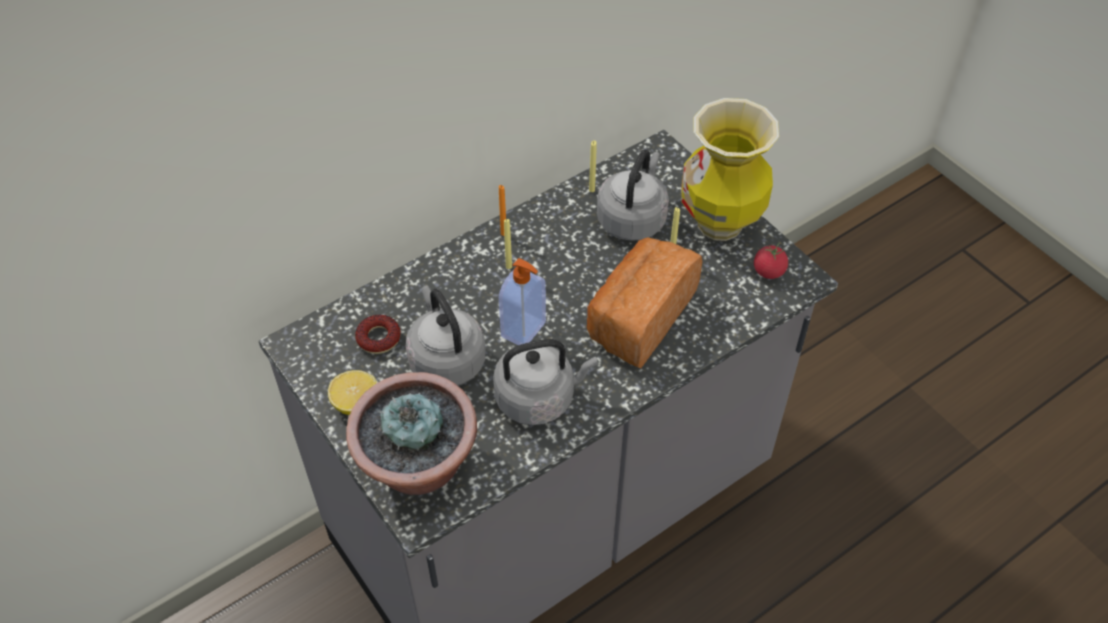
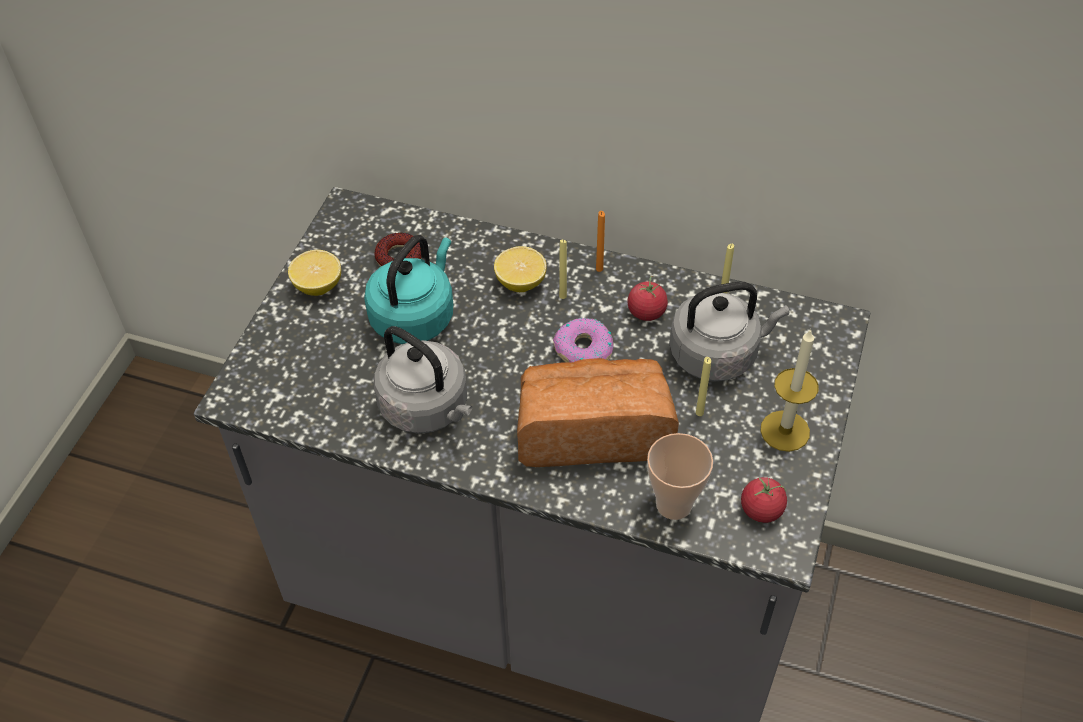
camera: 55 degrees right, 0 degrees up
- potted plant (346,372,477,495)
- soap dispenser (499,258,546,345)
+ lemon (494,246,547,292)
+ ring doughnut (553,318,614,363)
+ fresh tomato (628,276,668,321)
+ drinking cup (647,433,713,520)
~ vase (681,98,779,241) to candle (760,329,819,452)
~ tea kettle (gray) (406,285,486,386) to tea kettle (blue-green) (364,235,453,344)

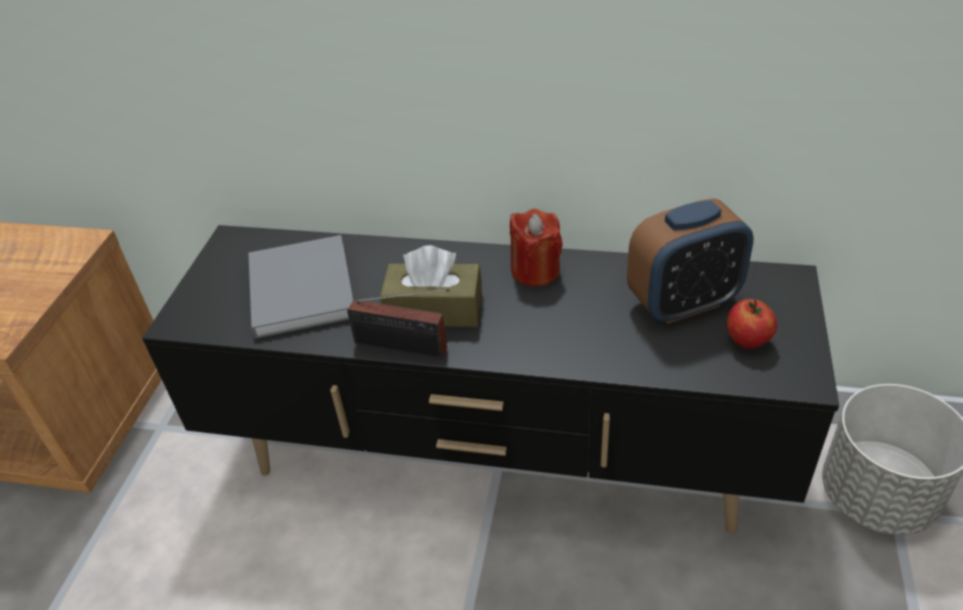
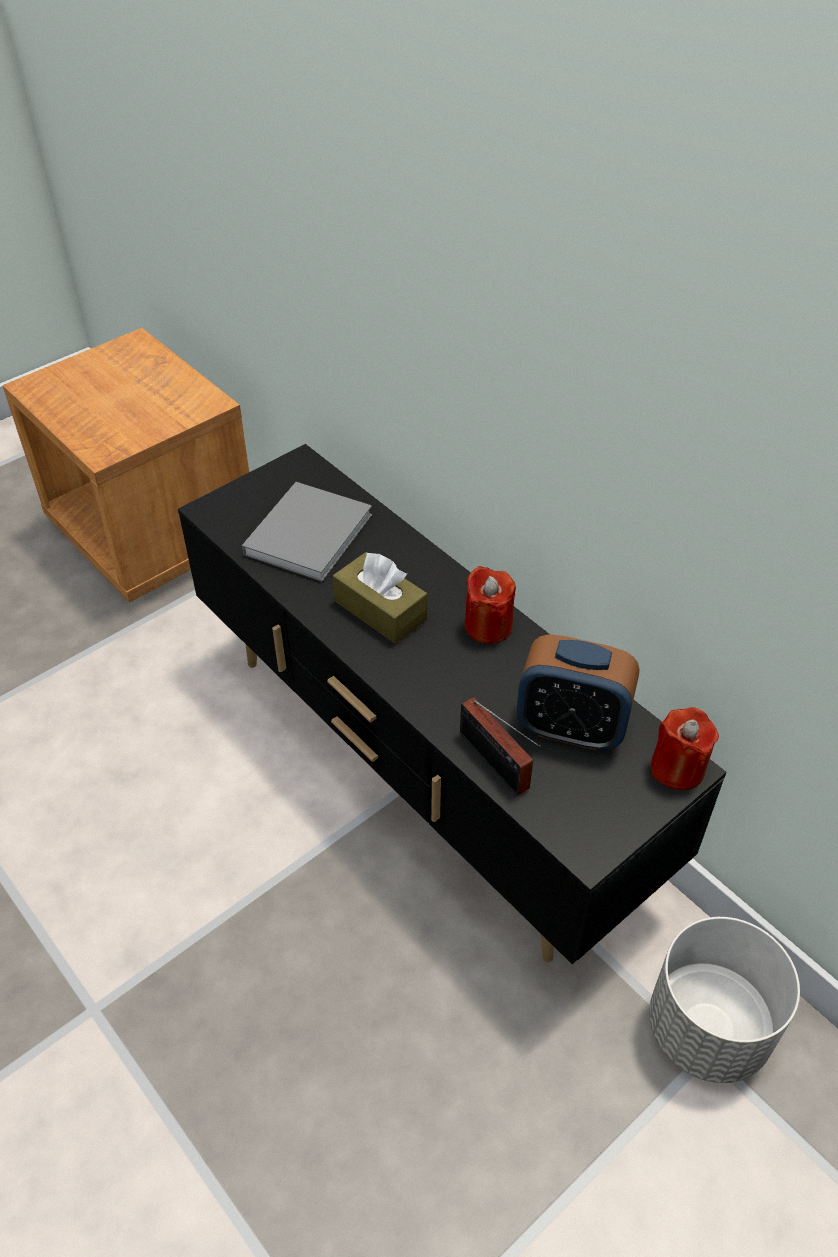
camera: 35 degrees right, 5 degrees up
- whole apple (727,299,777,349)
+ candle (reddish) (651,707,719,790)
~ radio (347,289,449,359) to (460,697,541,796)

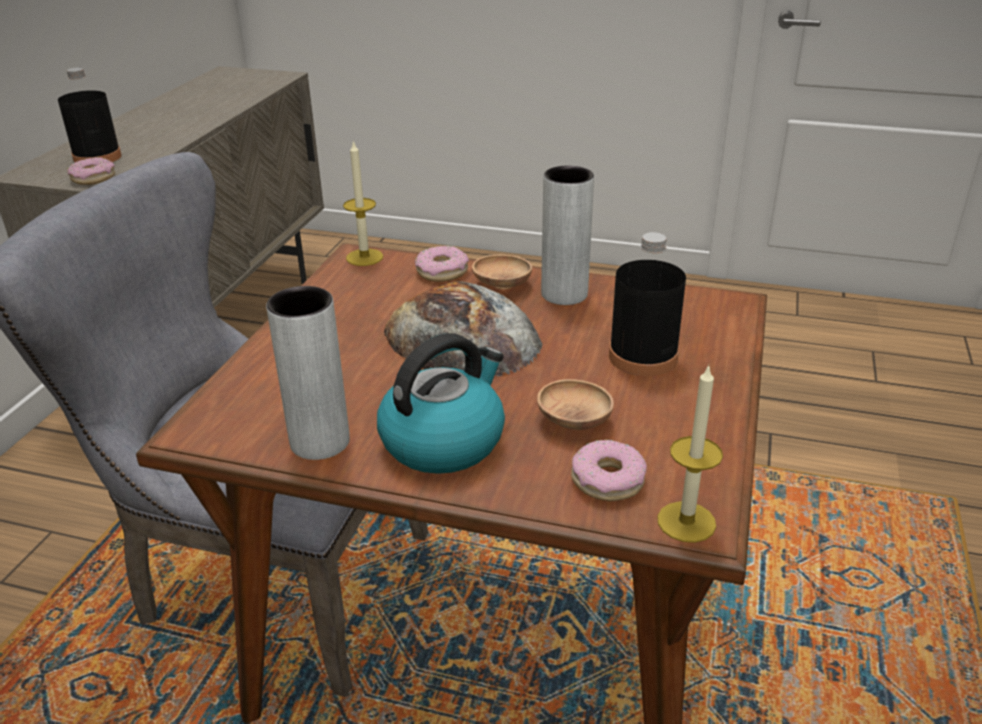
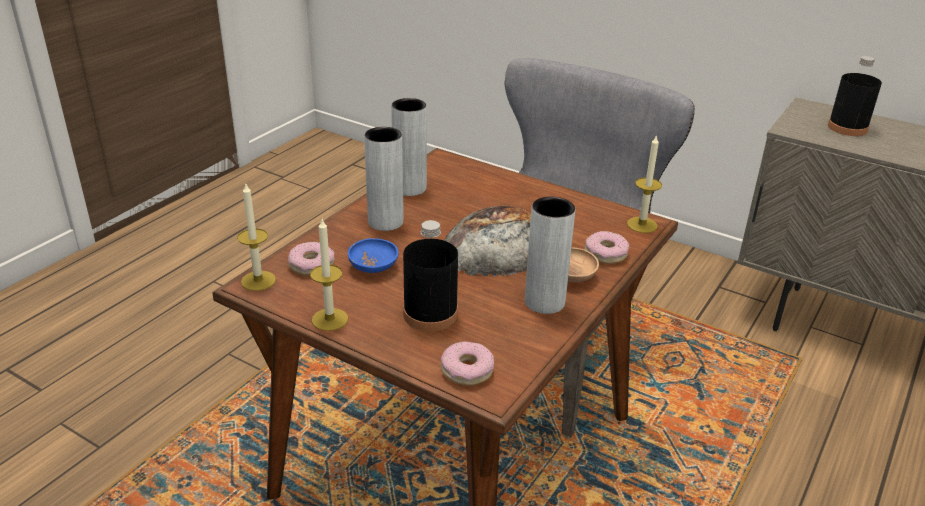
camera: 105 degrees right, 0 degrees up
+ candle (310,219,348,331)
~ ring doughnut (67,157,115,185) to (441,341,494,385)
~ tea kettle (377,333,505,474) to vase (gray) (364,127,404,231)
~ bowl (brown-coloured) (537,379,614,430) to bowl (blue) (348,238,399,273)

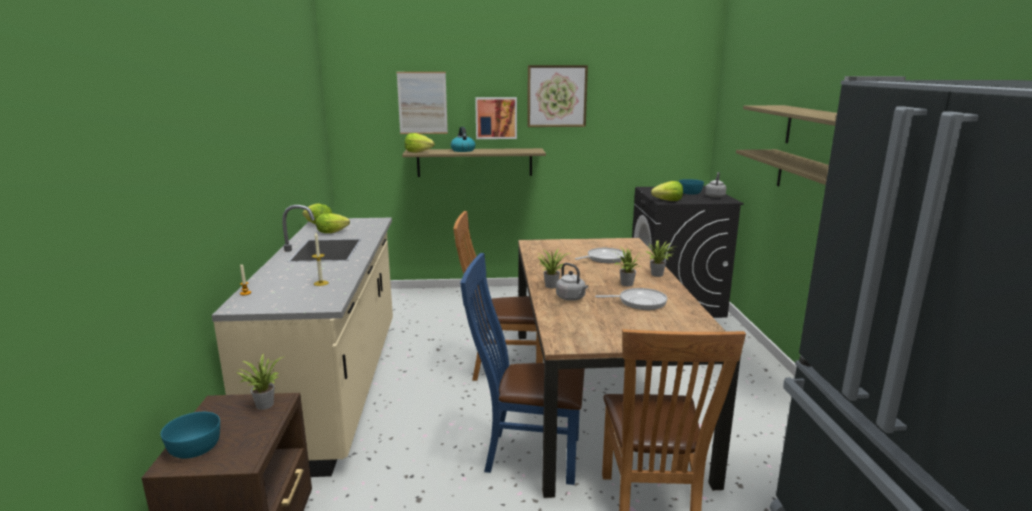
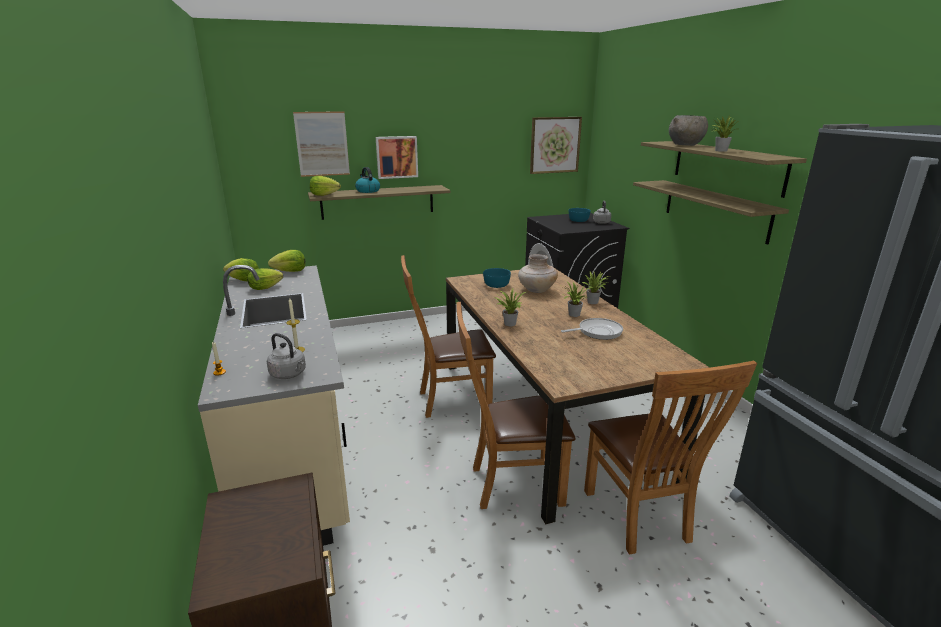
camera: 15 degrees left, 5 degrees up
+ bowl (gray) (669,115,708,146)
~ bowl (blue-green) (161,412,220,459) to (483,268,511,288)
~ potted plant (236,354,285,410) to (712,115,740,152)
~ wall picture (527,65,588,127) to (530,117,582,174)
~ tea kettle (gray) (556,263,588,301) to (267,333,306,379)
~ lettuce head (651,181,683,201) to (268,250,306,272)
~ skillet (575,248,626,263) to vase (beige-coloured) (518,254,558,293)
~ upright chair (blue) (460,253,585,485) to upright chair (brown-coloured) (457,302,576,509)

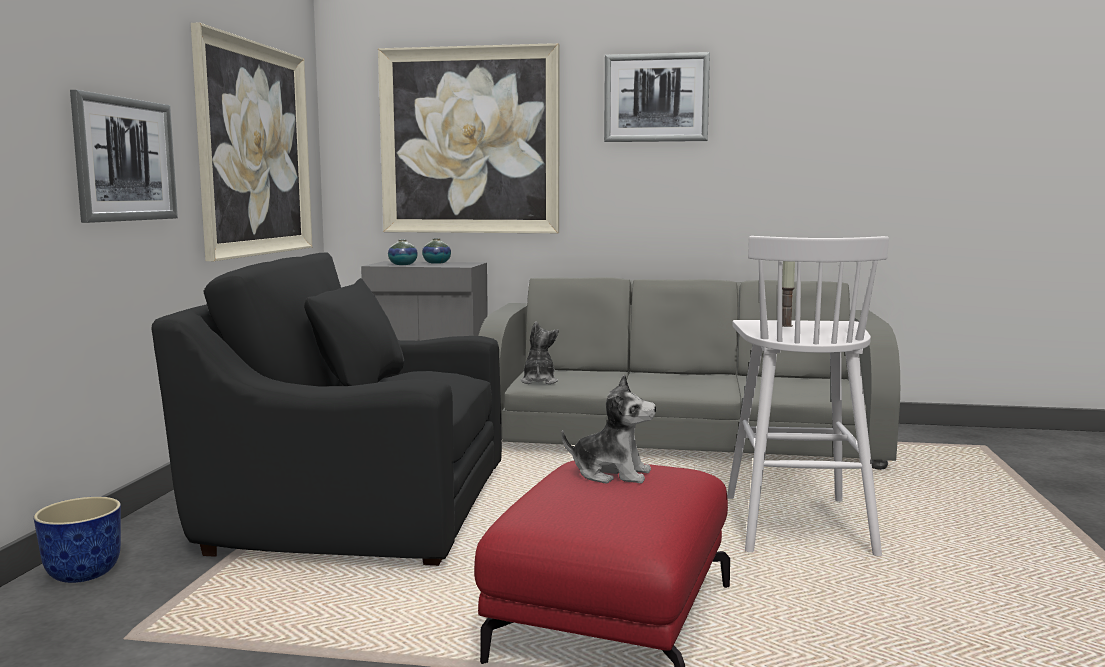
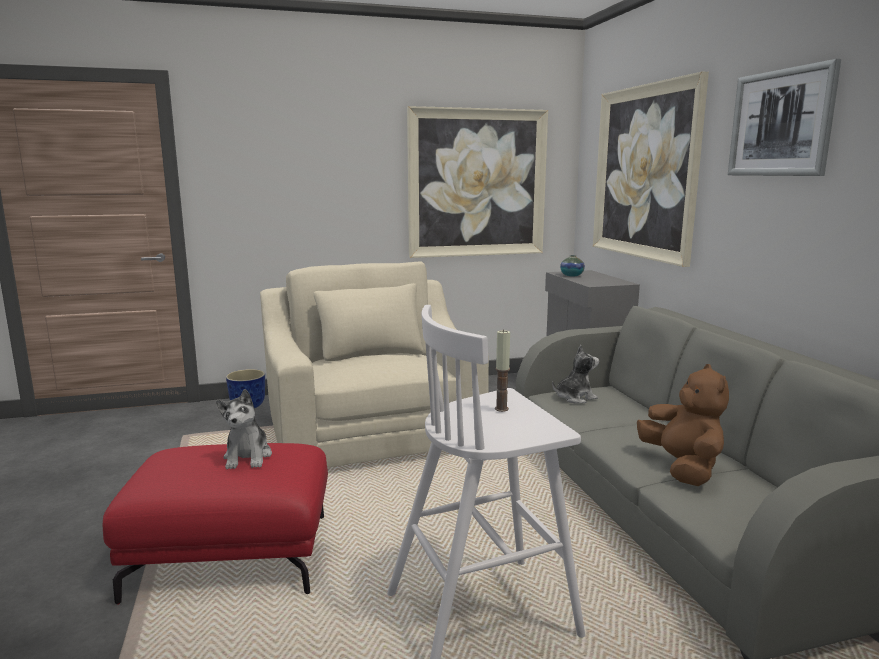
camera: 65 degrees right, 5 degrees up
- wall picture (70,90,178,223)
- vase (422,238,451,264)
+ plush toy (brown-coloured) (637,364,729,486)
~ easy chair (black-coloured) (151,252,502,566) to easy chair (beige-coloured) (260,261,489,468)

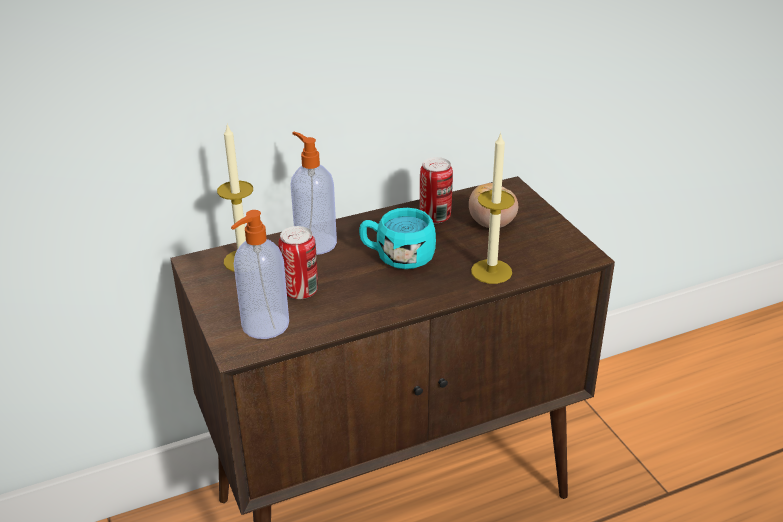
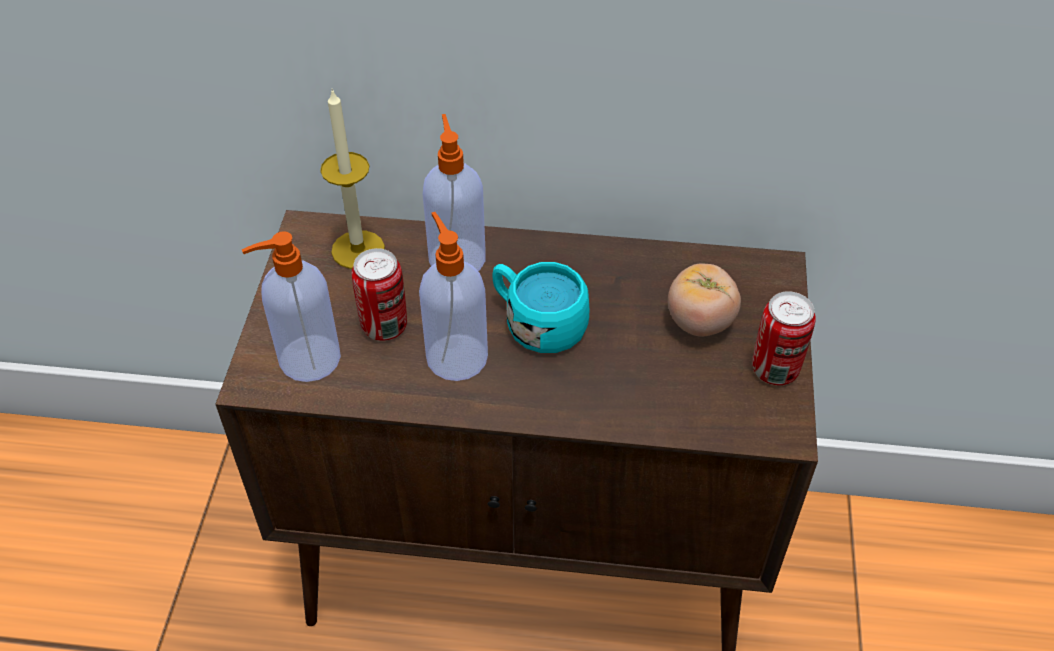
camera: 30 degrees right, 15 degrees up
- candle (471,132,515,284)
+ soap dispenser (419,212,488,381)
~ sealed can (420,157,453,223) to (752,291,816,385)

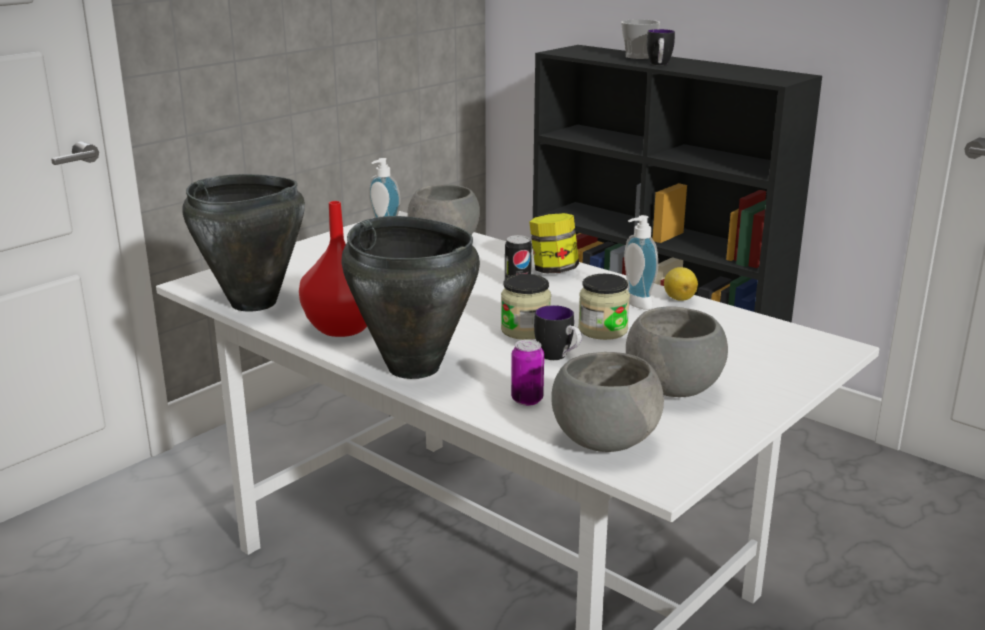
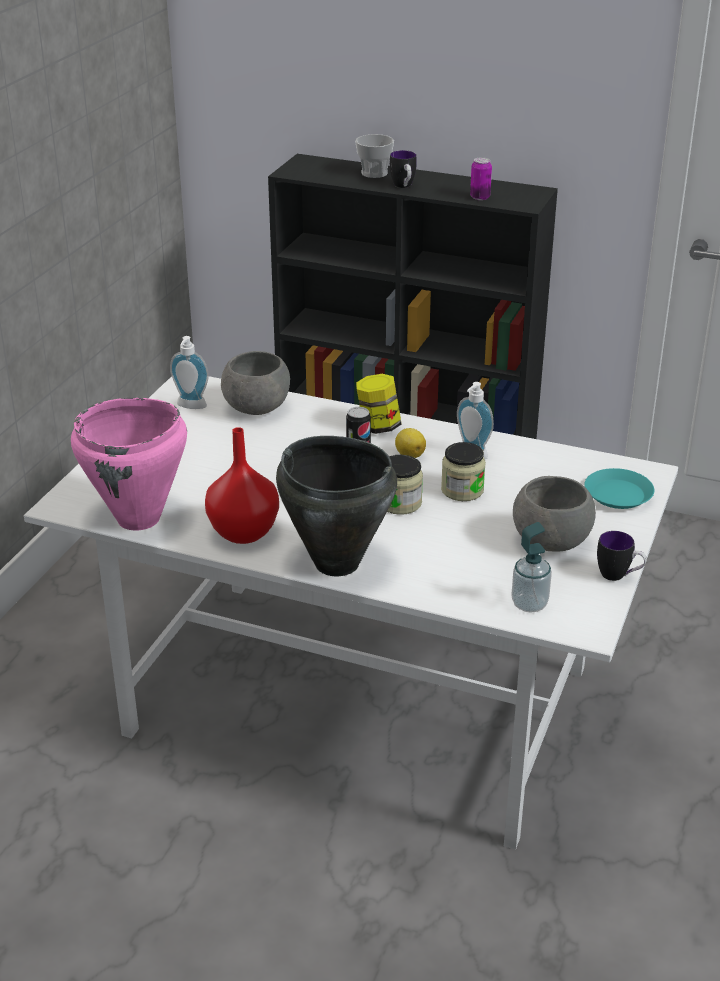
camera: 20 degrees left, 10 degrees up
+ flat dish (blue-green) (584,468,654,509)
~ sealed can (511,339,544,406) to (470,157,492,200)
~ mug (534,305,582,360) to (597,531,647,581)
~ lemon (664,267,698,301) to (395,428,426,458)
~ bowl (gray) (551,352,664,452) to soap dispenser (511,522,552,613)
~ cooking pot (black-coloured) (183,174,305,312) to cooking pot (pink) (71,398,187,531)

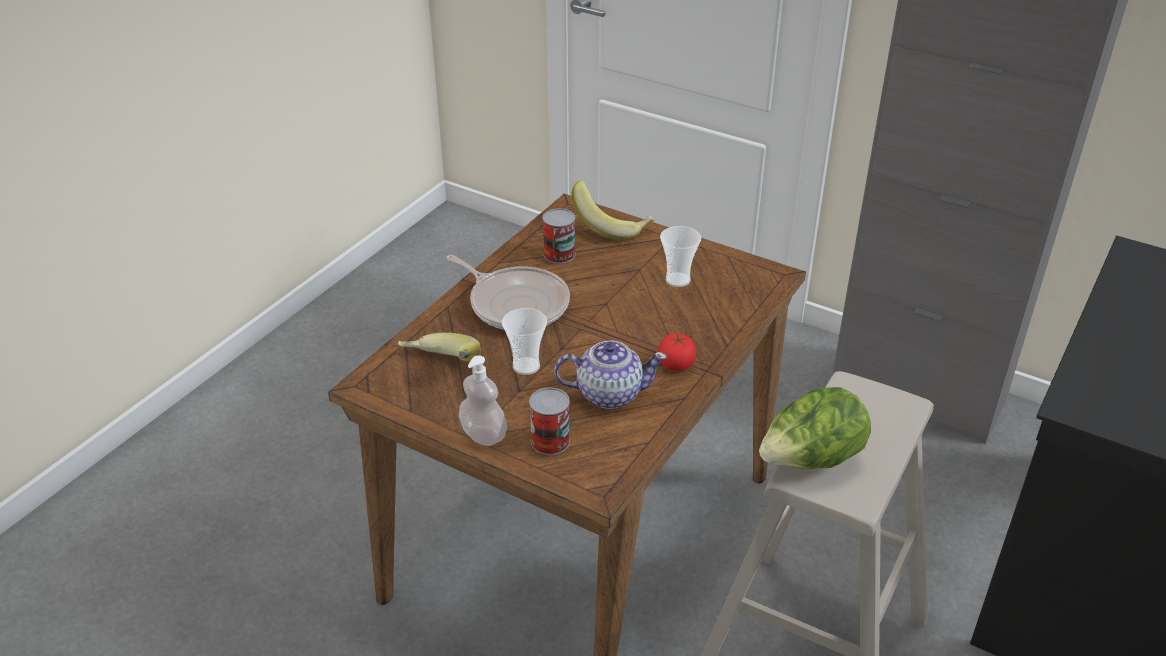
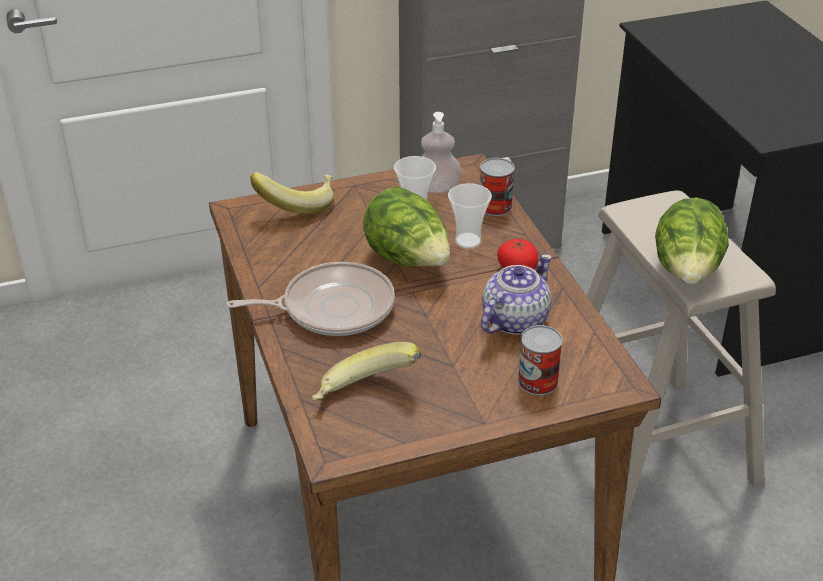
camera: 50 degrees left, 0 degrees up
+ lettuce head (363,187,450,267)
~ soap dispenser (459,355,507,446) to (421,112,462,193)
~ drinking cup (502,308,547,375) to (448,183,492,249)
~ sealed can (543,208,575,264) to (480,158,515,216)

